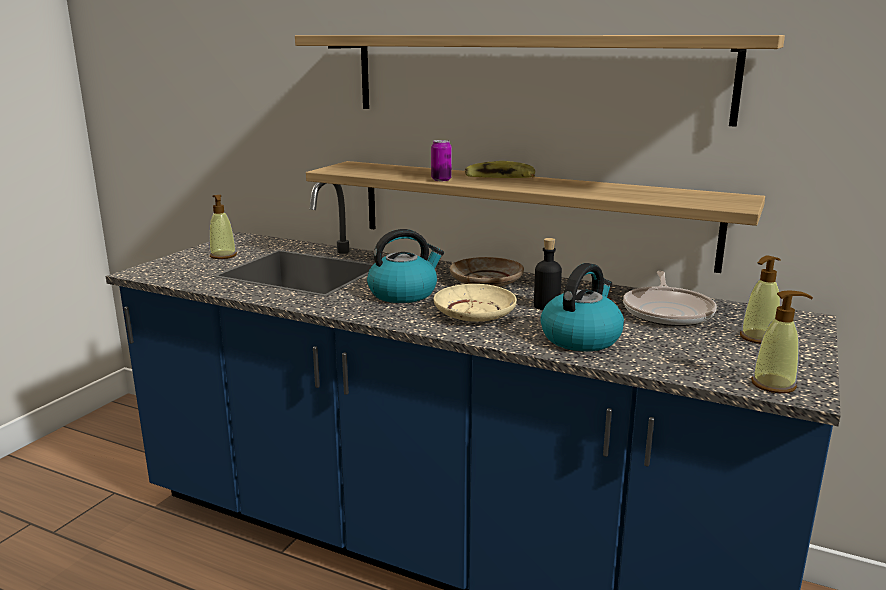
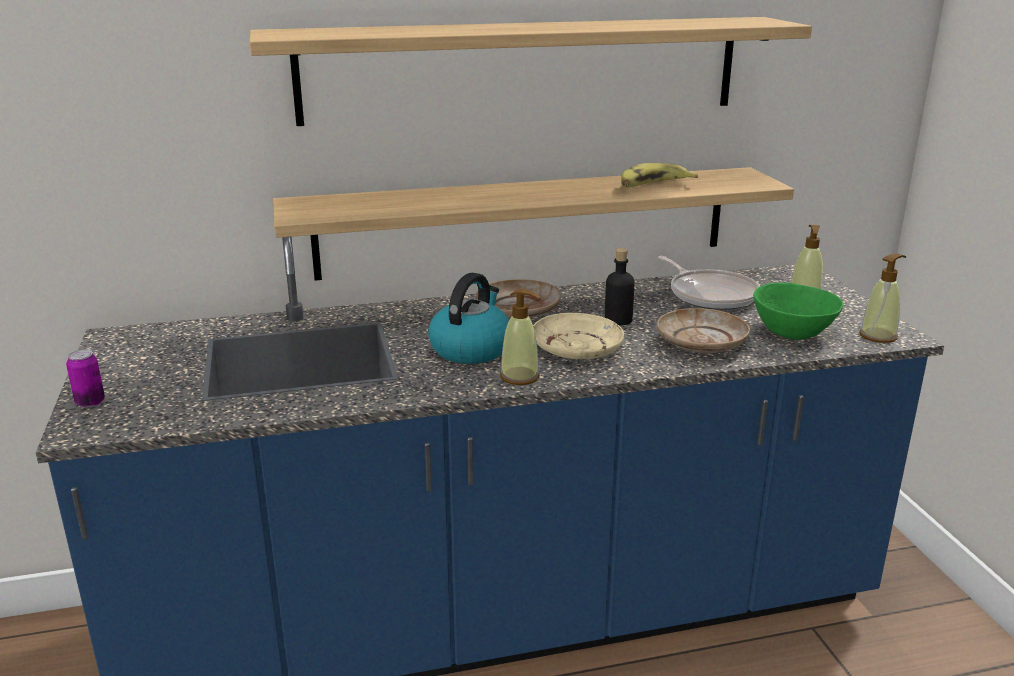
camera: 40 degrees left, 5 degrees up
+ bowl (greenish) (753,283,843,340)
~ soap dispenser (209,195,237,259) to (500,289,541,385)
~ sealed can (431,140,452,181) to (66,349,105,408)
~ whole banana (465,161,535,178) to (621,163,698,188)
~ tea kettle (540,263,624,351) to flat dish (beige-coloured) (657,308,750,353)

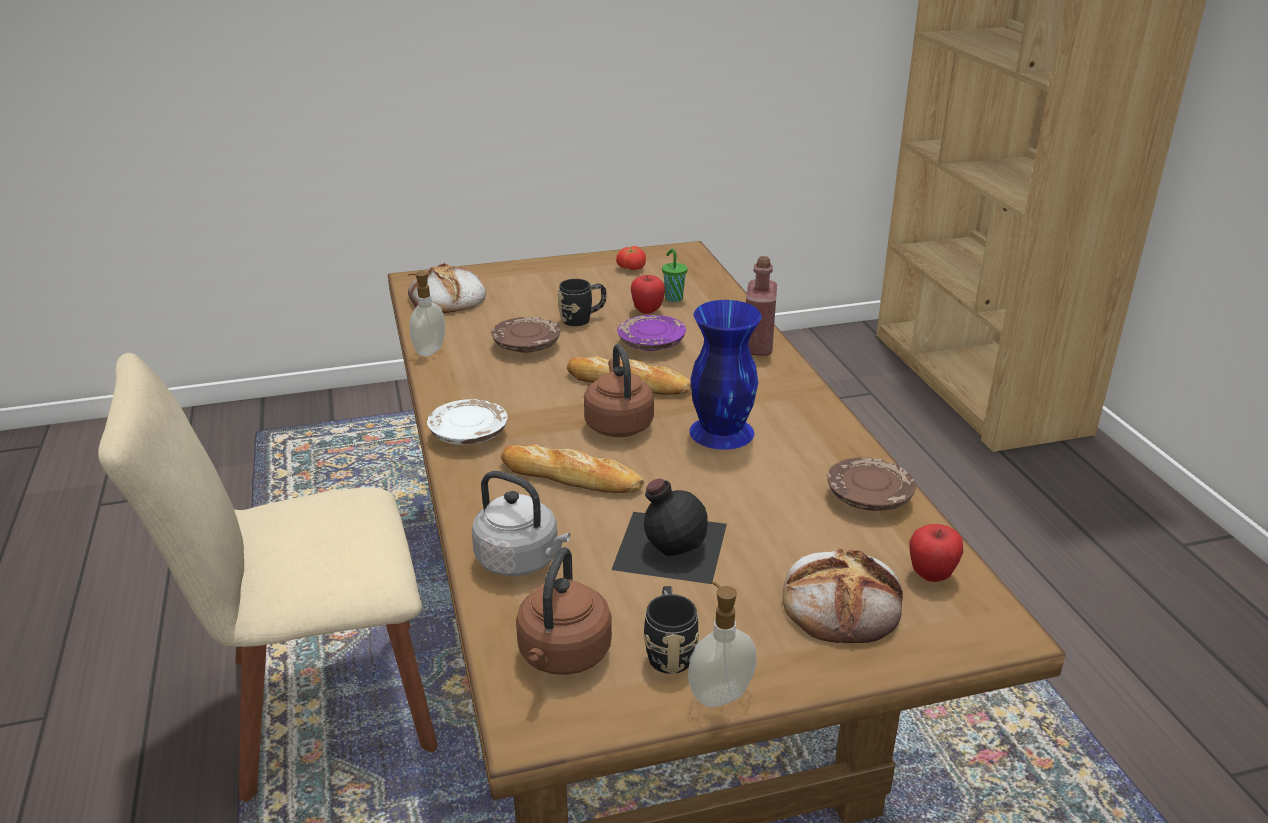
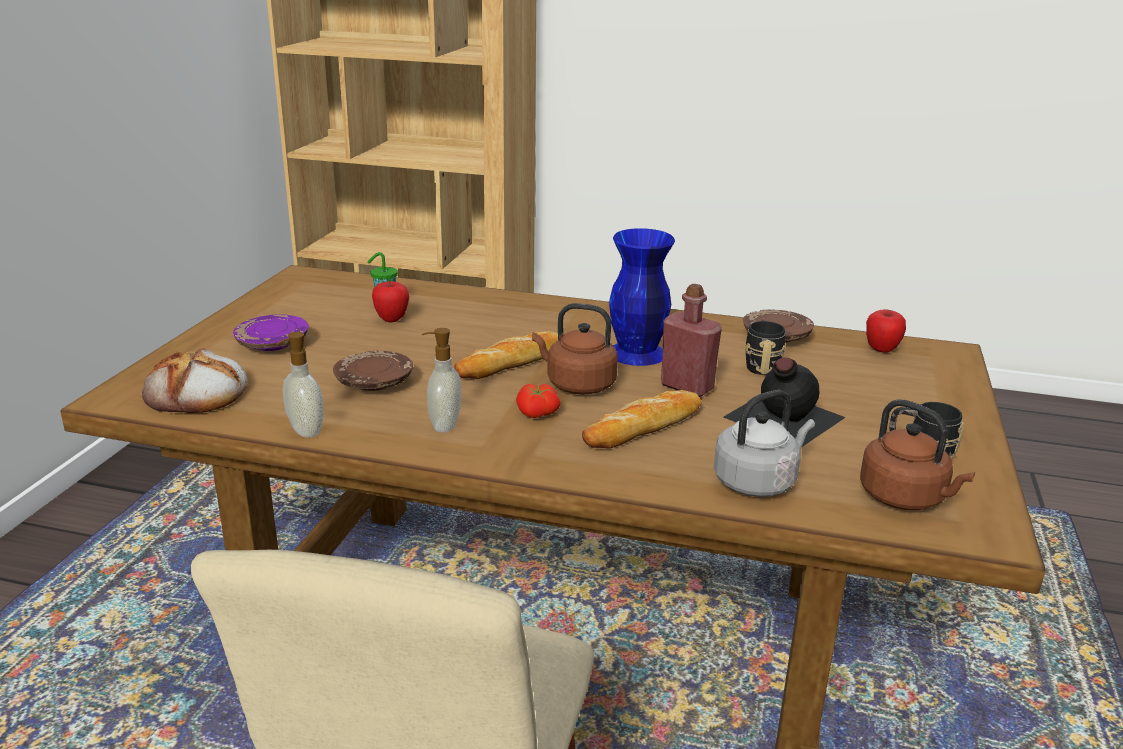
camera: 60 degrees left, 5 degrees down
- flat dish (white-coloured) (427,399,508,445)
- bread (783,548,903,644)
~ mug (black-coloured) (558,279,606,326) to (745,321,785,375)
~ fresh tomato (616,246,646,270) to (516,384,560,418)
~ flat dish (purple-coloured) (617,315,686,351) to (233,314,309,351)
~ soap dispenser (688,582,757,707) to (422,328,461,432)
~ bottle (reddish) (746,256,777,356) to (661,284,722,397)

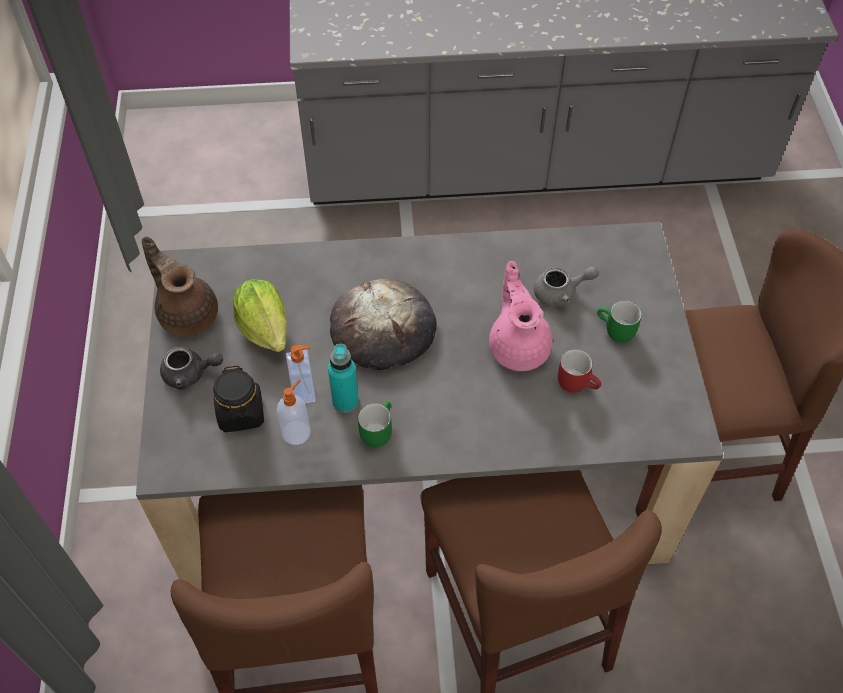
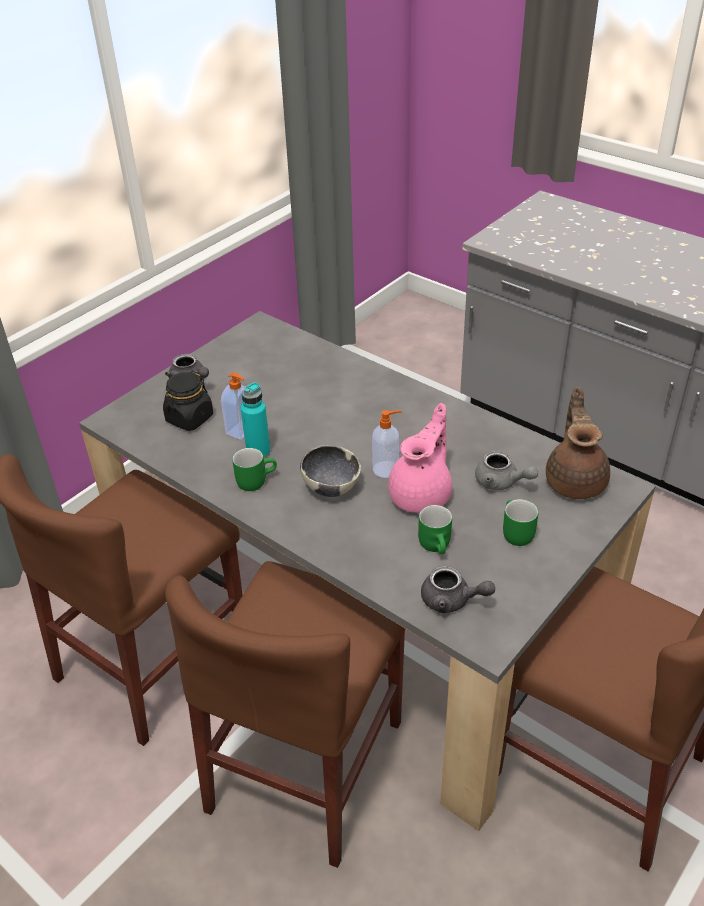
camera: 45 degrees right, 15 degrees down
- lettuce head (232,279,287,352)
- bread (330,279,437,371)
+ bowl (300,445,361,497)
+ pot for tea (gray) (421,566,495,613)
~ pot for tea (brown-coloured) (142,236,218,336) to (546,387,610,499)
~ soap dispenser (277,379,310,445) to (372,410,402,478)
~ mug (reddish) (558,349,601,393) to mug (greenish) (418,505,452,554)

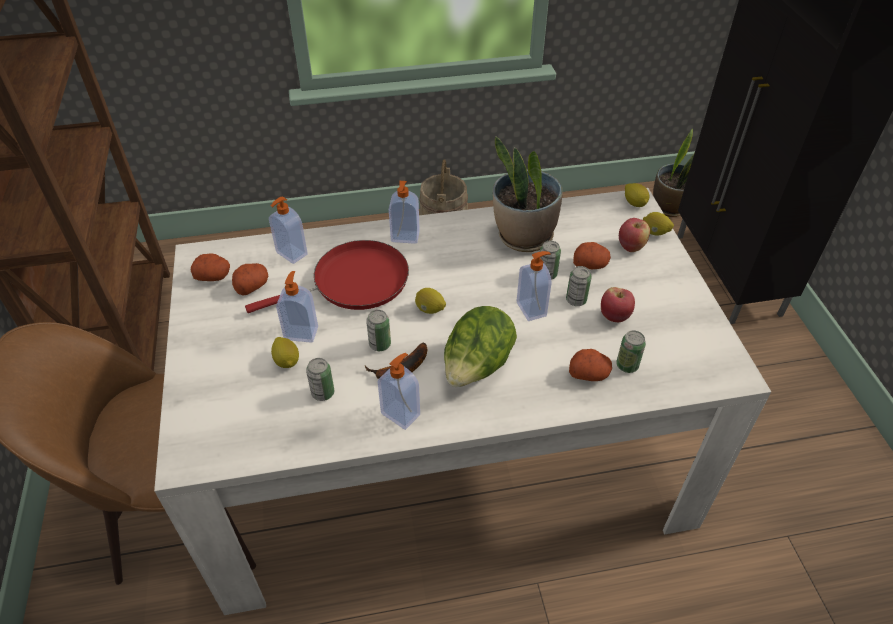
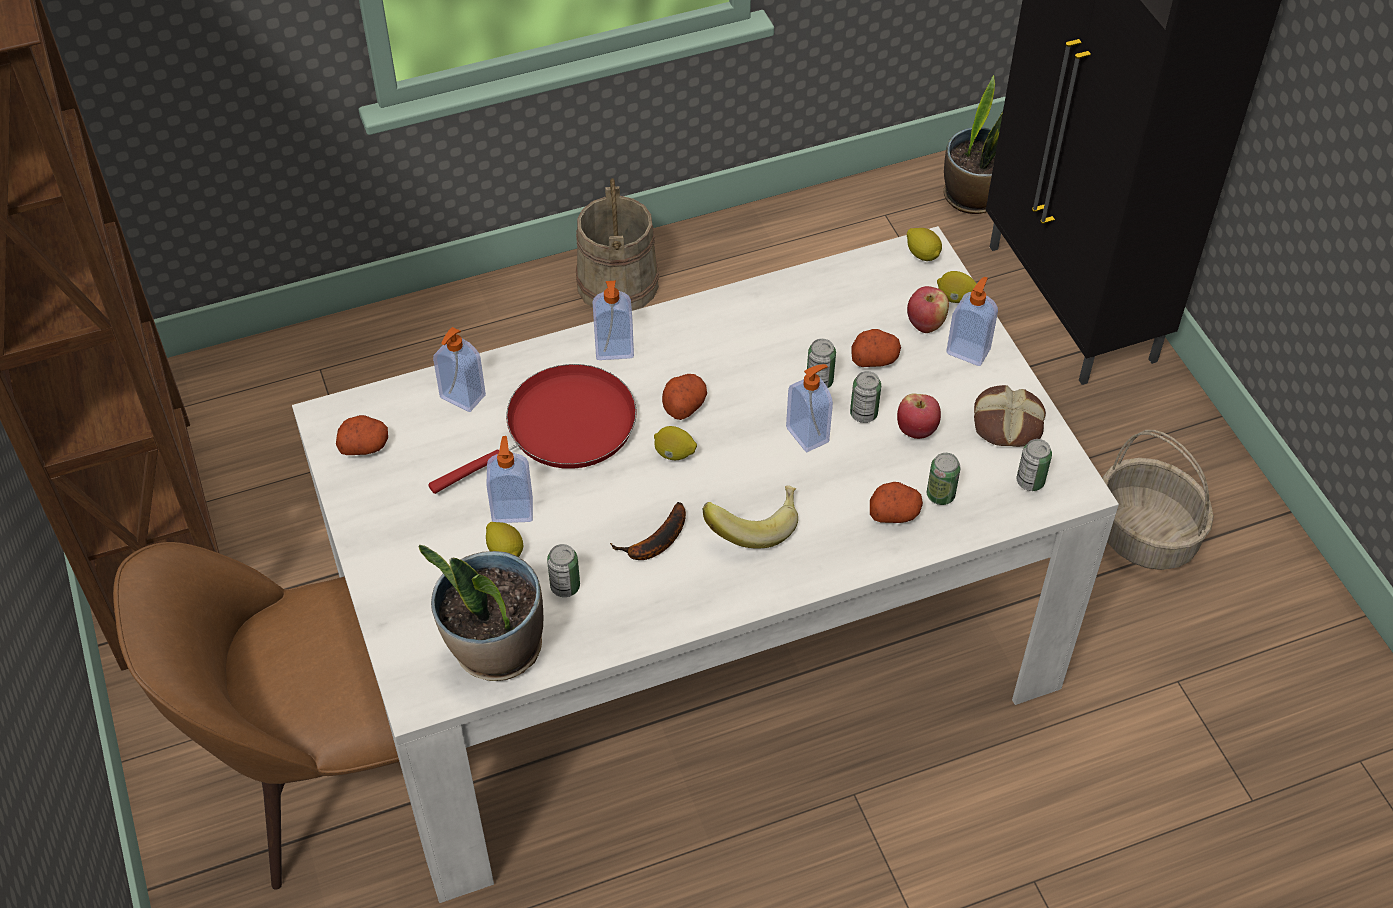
camera: 10 degrees left, 5 degrees up
+ bread (974,385,1046,447)
+ storage basket (1102,430,1214,570)
~ spud (232,263,268,296) to (662,374,707,420)
~ sealed can (366,310,391,351) to (1017,439,1052,491)
~ soap dispenser (378,353,420,430) to (946,277,998,366)
~ potted plant (493,137,563,252) to (419,545,544,681)
~ lettuce head (444,306,517,387) to whole banana (703,485,798,549)

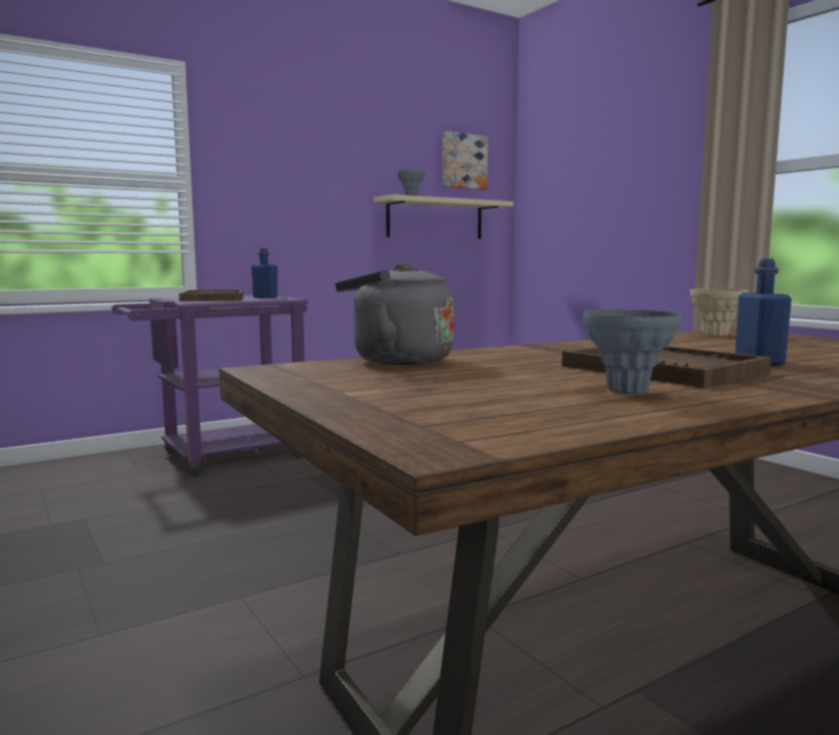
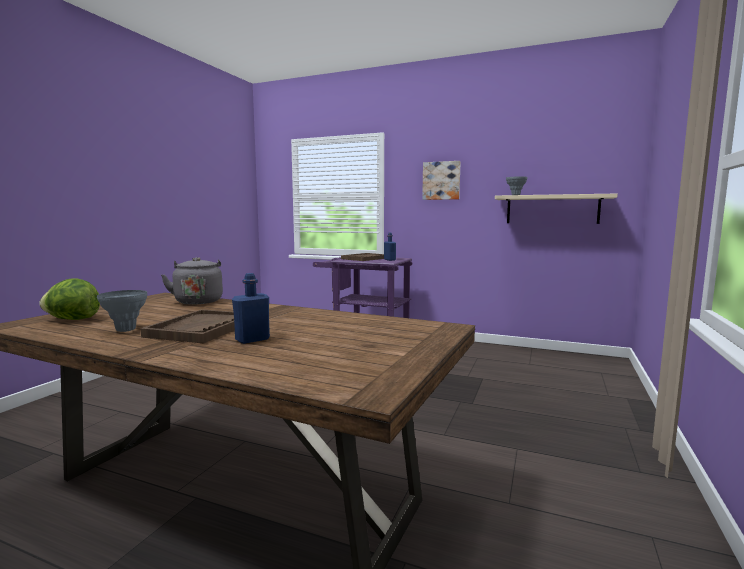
camera: 55 degrees right, 0 degrees up
- vase (beige-coloured) (690,289,749,336)
+ lettuce head (39,278,100,320)
~ wall picture (442,131,488,190) to (422,161,461,200)

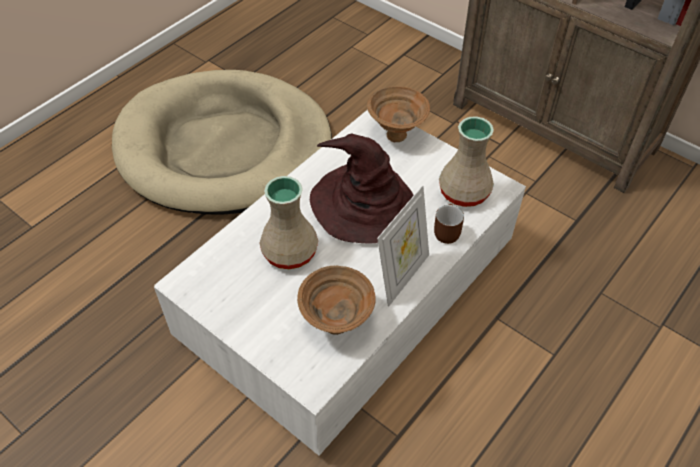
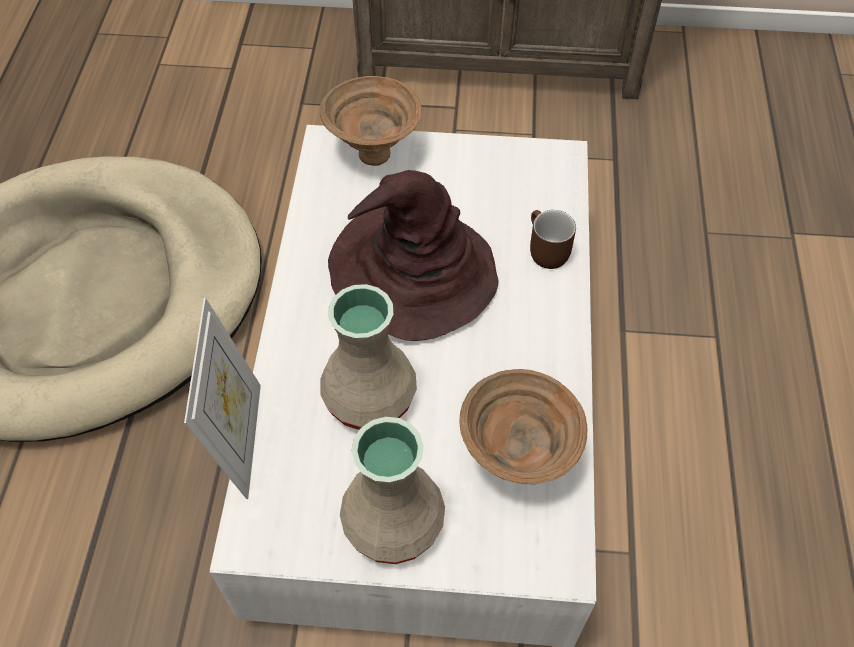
camera: 35 degrees left, 5 degrees up
~ picture frame (377,185,429,307) to (184,298,261,499)
~ vase (beige-coloured) (439,116,494,207) to (340,417,445,564)

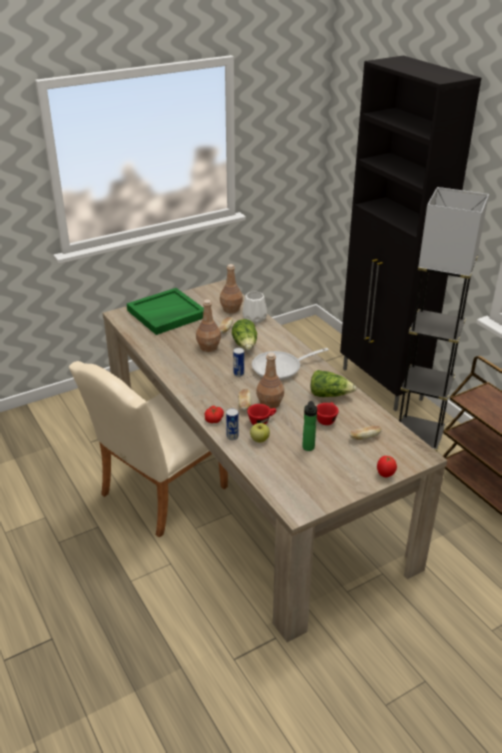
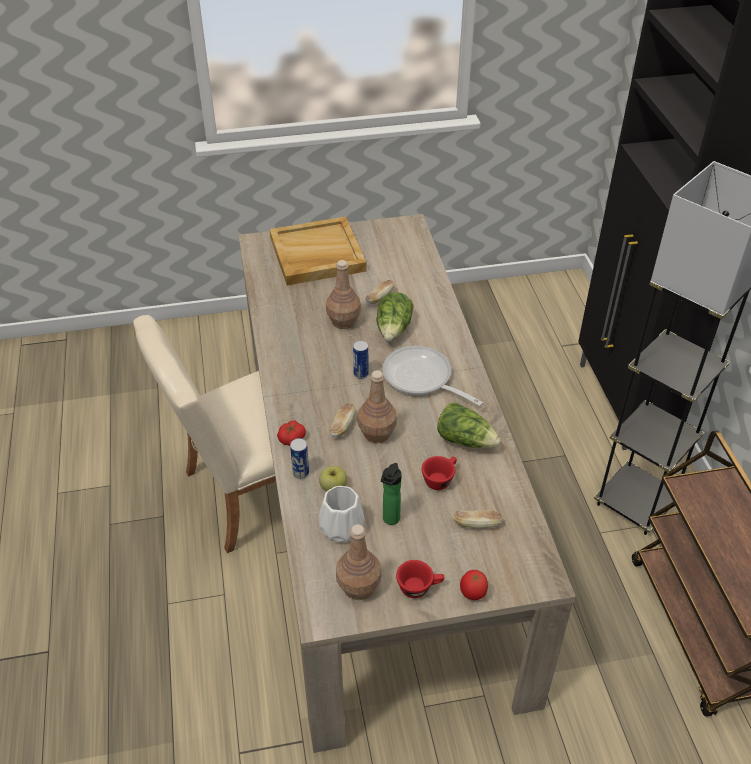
camera: 20 degrees right, 10 degrees up
~ bottle (brown-coloured) (220,264,243,313) to (336,524,382,600)
~ vase (white-coloured) (242,292,267,324) to (319,486,364,543)
~ drinking cup (reddish) (247,404,276,425) to (396,560,444,598)
~ serving tray (greenish) (126,288,204,335) to serving tray (beige-coloured) (269,217,367,285)
~ skillet (252,348,329,380) = (383,346,483,406) 45 degrees clockwise

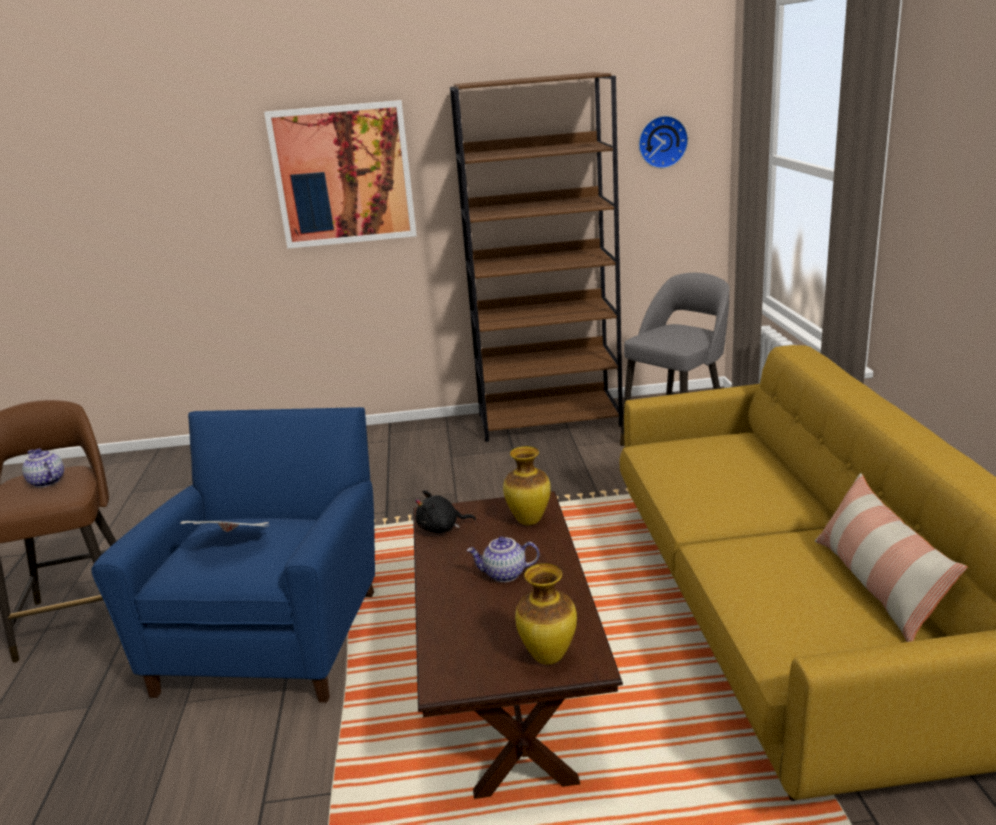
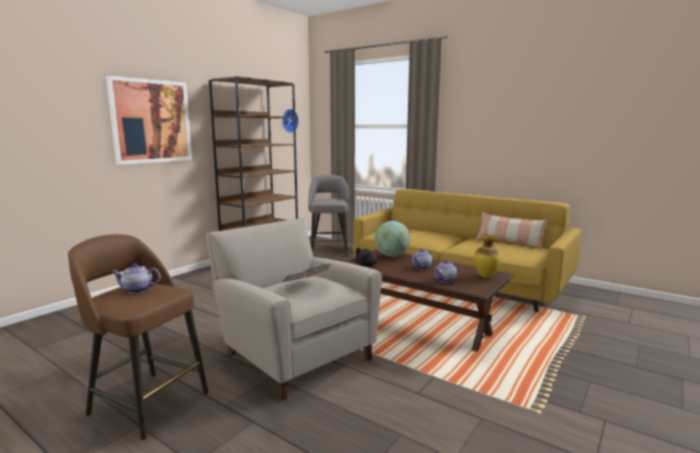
camera: 50 degrees left, 10 degrees down
+ pot for tea (434,260,457,283)
~ vase (503,446,551,525) to desk globe (374,221,411,257)
~ easy chair (blue) (91,407,375,703) to easy chair (beige-coloured) (206,218,382,401)

